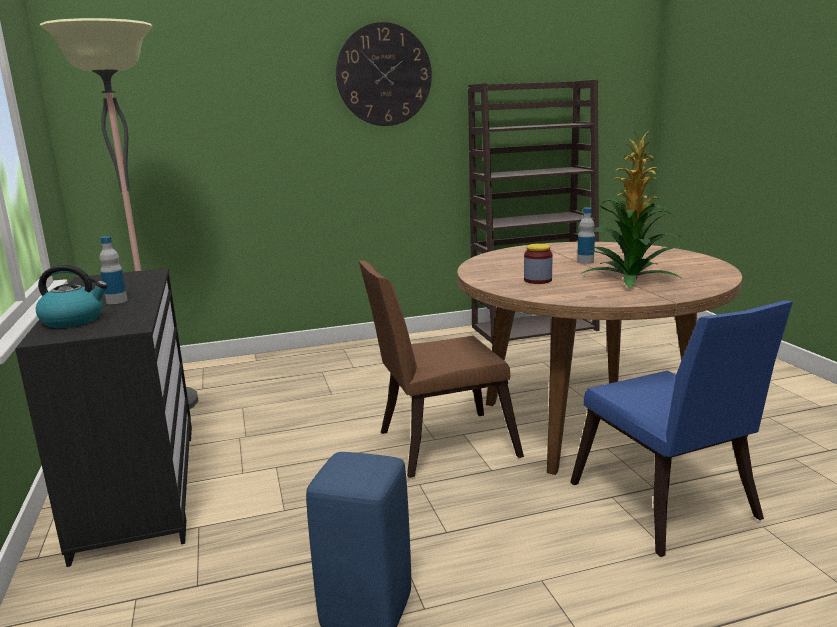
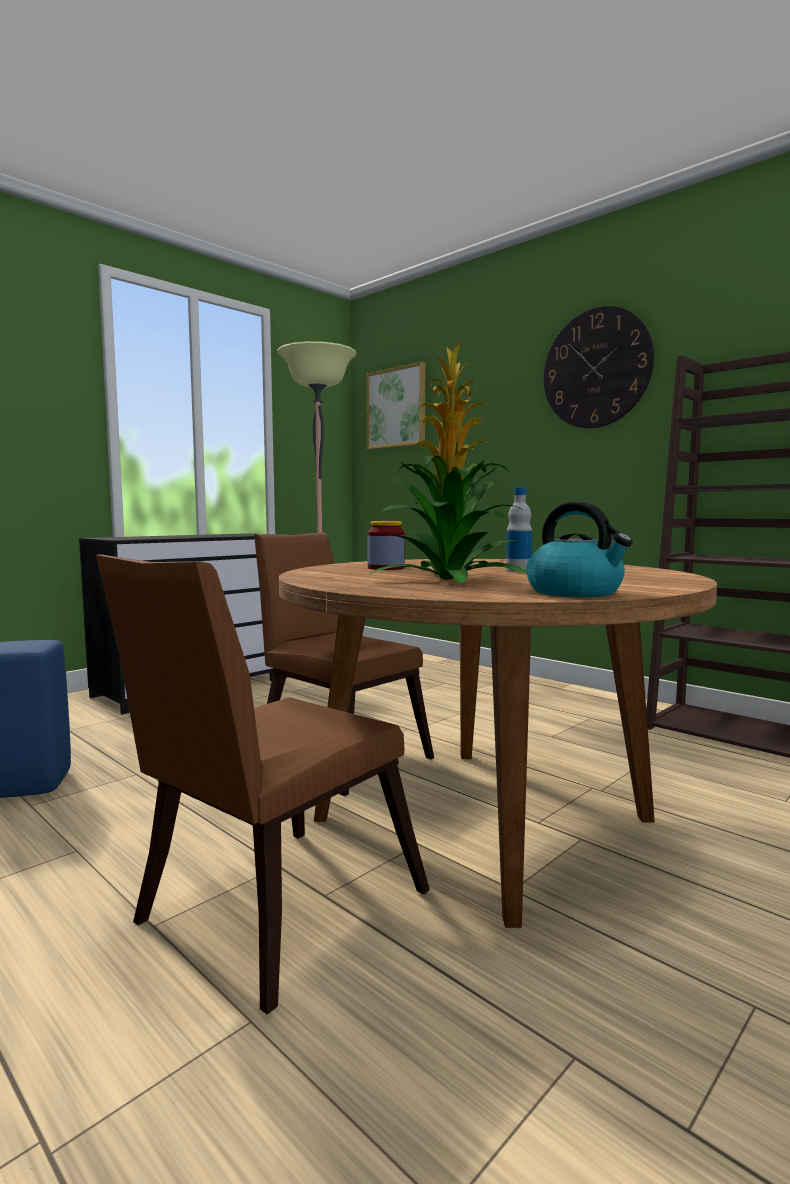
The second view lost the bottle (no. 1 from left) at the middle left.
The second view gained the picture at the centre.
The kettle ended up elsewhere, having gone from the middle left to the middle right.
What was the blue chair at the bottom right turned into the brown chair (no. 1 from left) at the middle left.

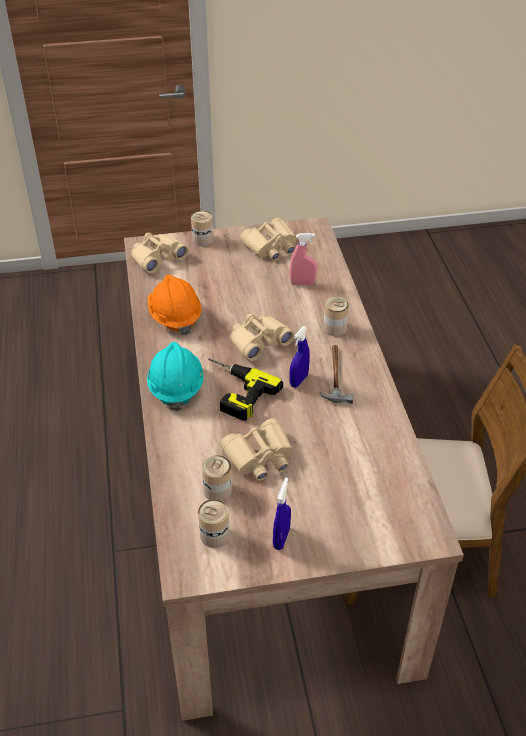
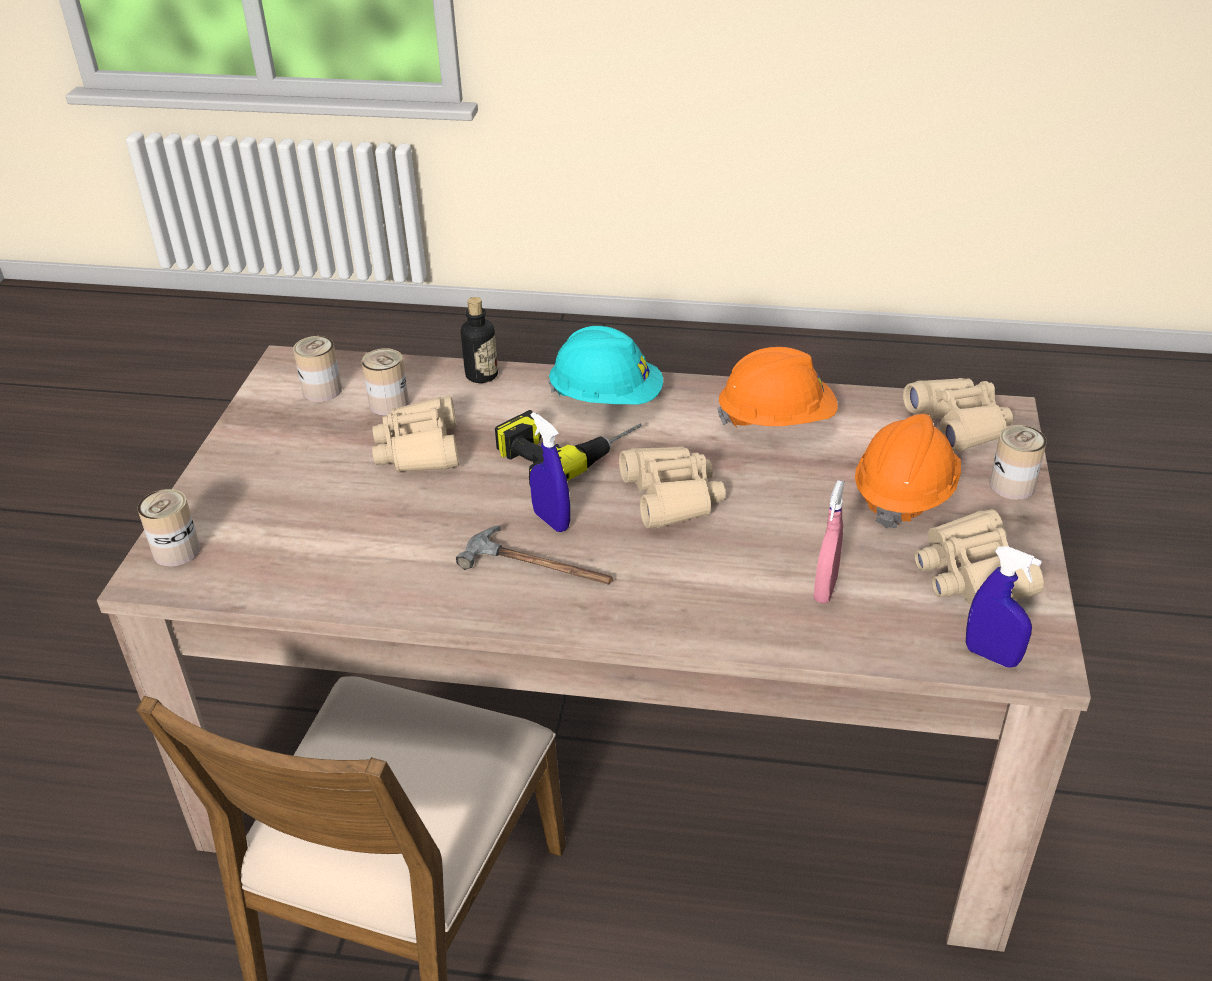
The second view gained the bottle at the centre.
The second view gained the orange hard hat (no. 2 from left) at the middle right.
The blue spray bottle (no. 1 from left in the first image) ended up elsewhere, having gone from the bottom centre to the middle right.
The can (no. 4 from left in the first image) ended up elsewhere, having gone from the centre to the middle left.

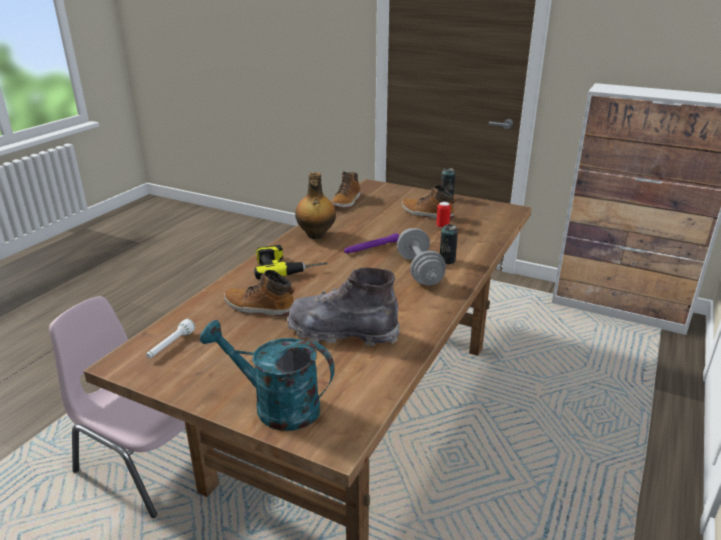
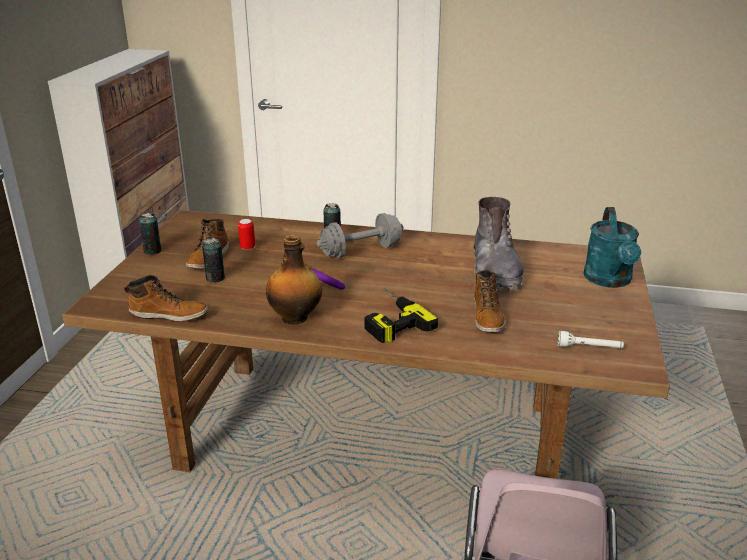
The second view gained the can (no. 2 from left) at the middle left.

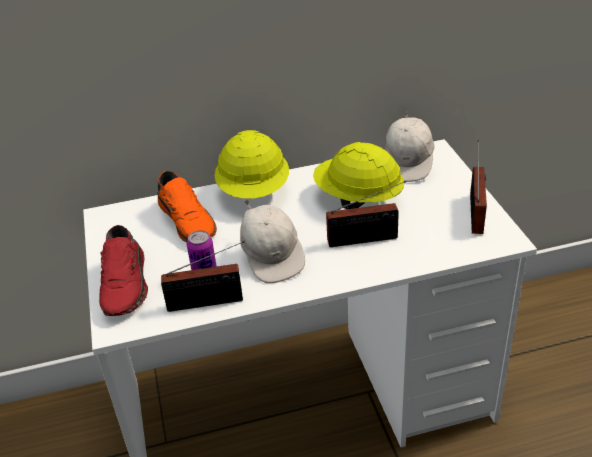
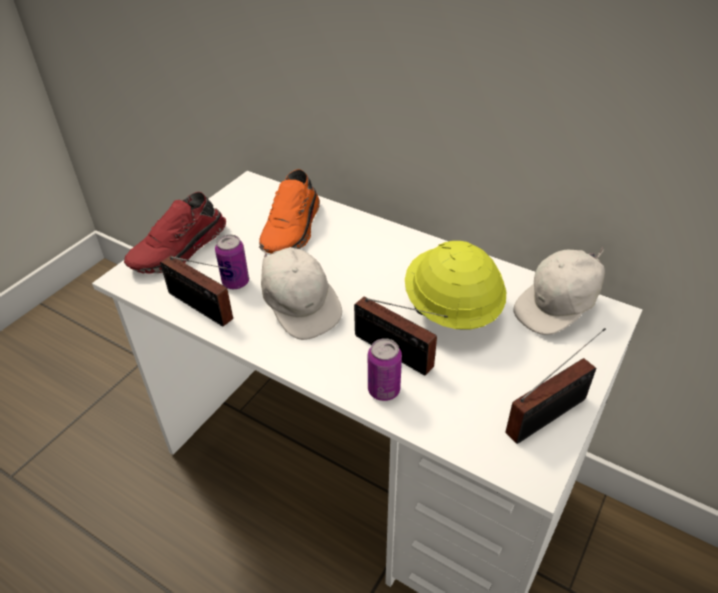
The second view lost the yellow hard hat (no. 1 from left) at the centre.
The second view gained the can (no. 2 from left) at the centre.
The white cap (no. 1 from left) at the centre ended up facing another way, 60 degrees counterclockwise from before.

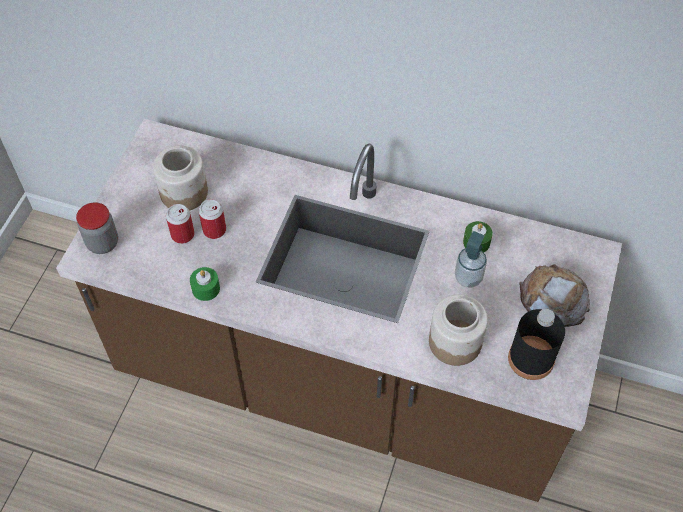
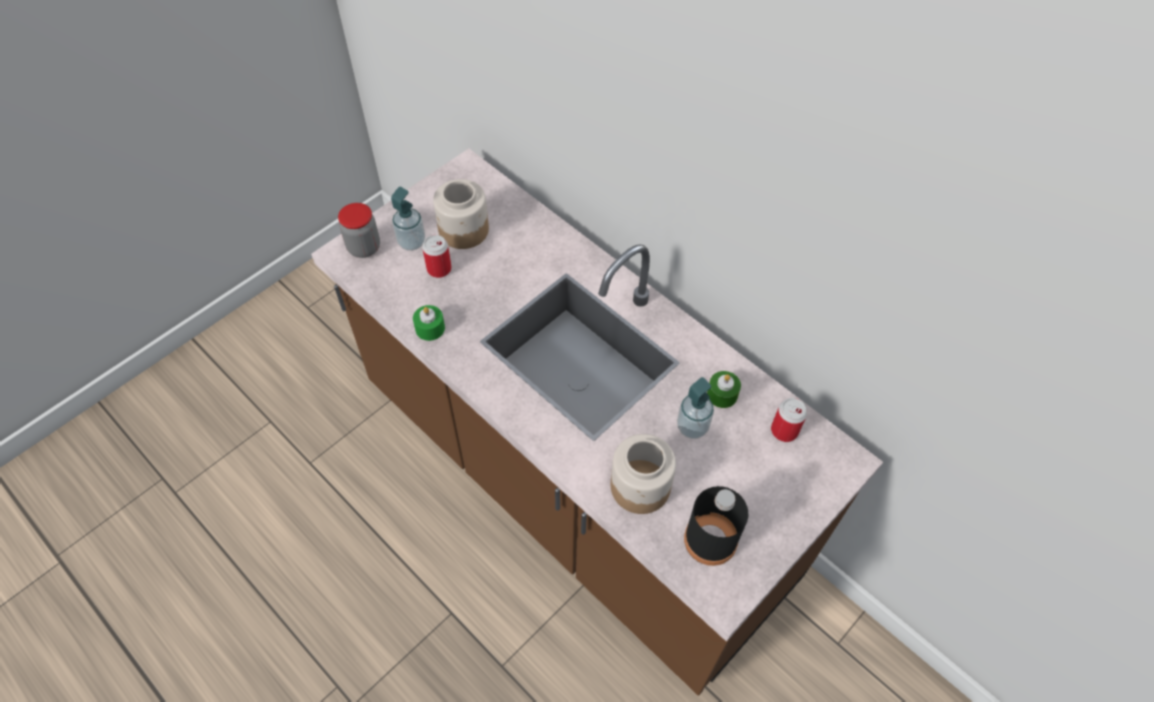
The second view lost the bread at the middle right.
The second view gained the soap dispenser (no. 1 from left) at the top centre.
The can (no. 2 from left) ended up elsewhere, having gone from the middle left to the middle right.

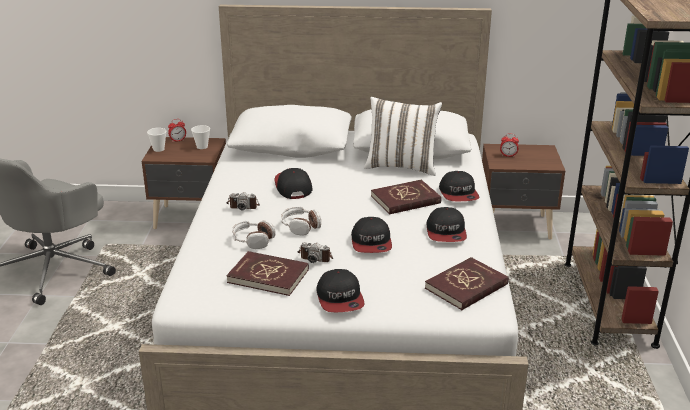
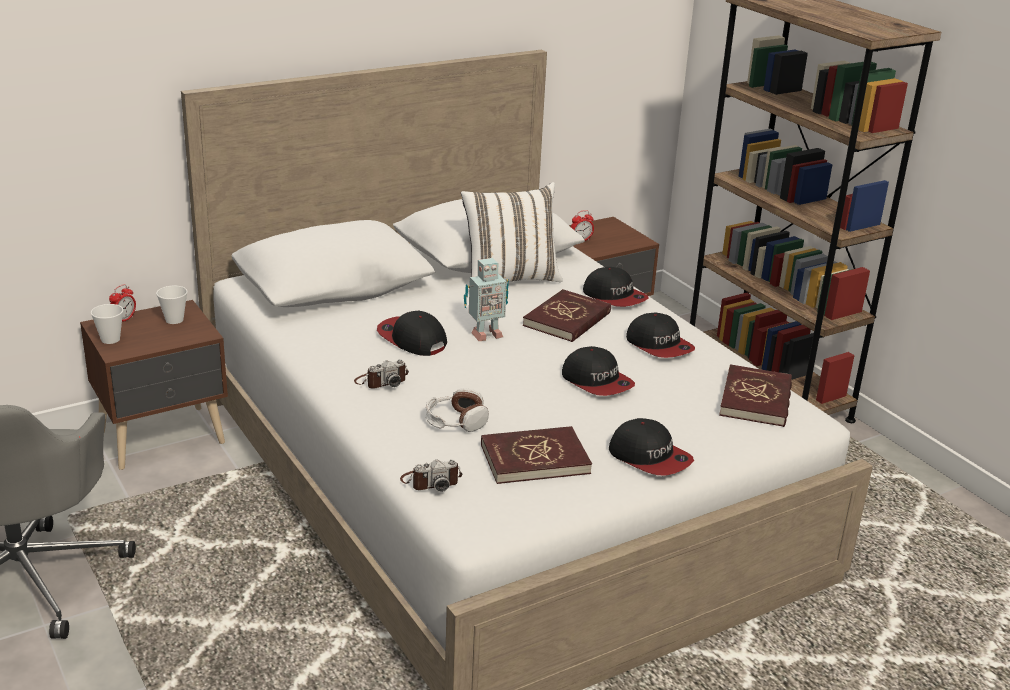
The second view lost the headphones (no. 2 from left) at the centre.
The second view gained the toy robot at the centre.
The photo camera (no. 2 from left) ended up elsewhere, having gone from the centre to the bottom centre.

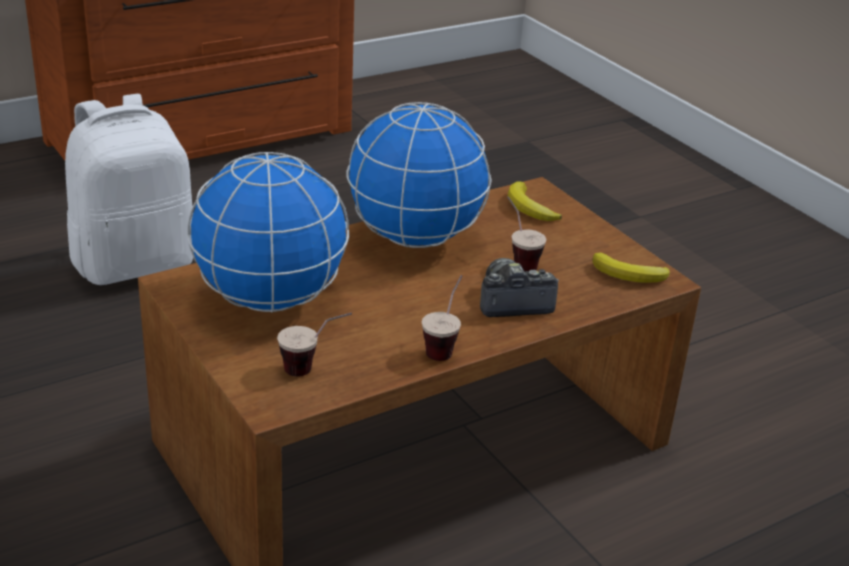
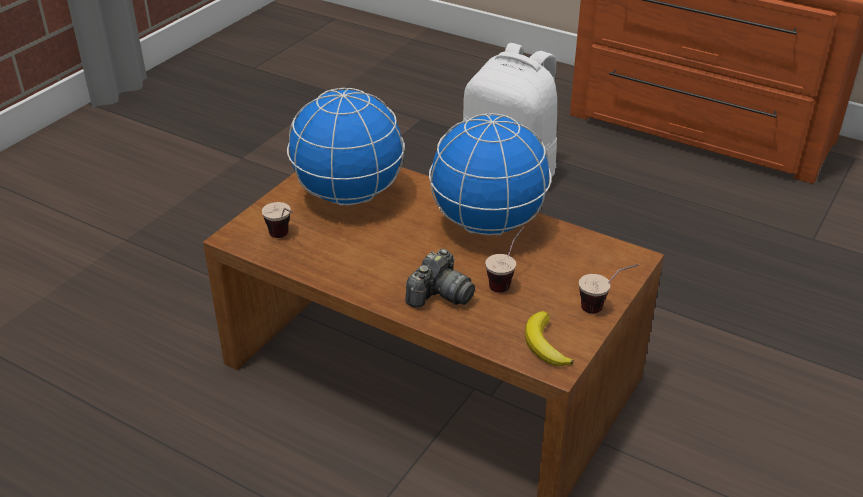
The second view lost the banana (no. 1 from left) at the centre.
The cup (no. 2 from left in the first image) ended up elsewhere, having gone from the centre to the middle right.
The photo camera at the centre ended up facing another way, 75 degrees clockwise from before.

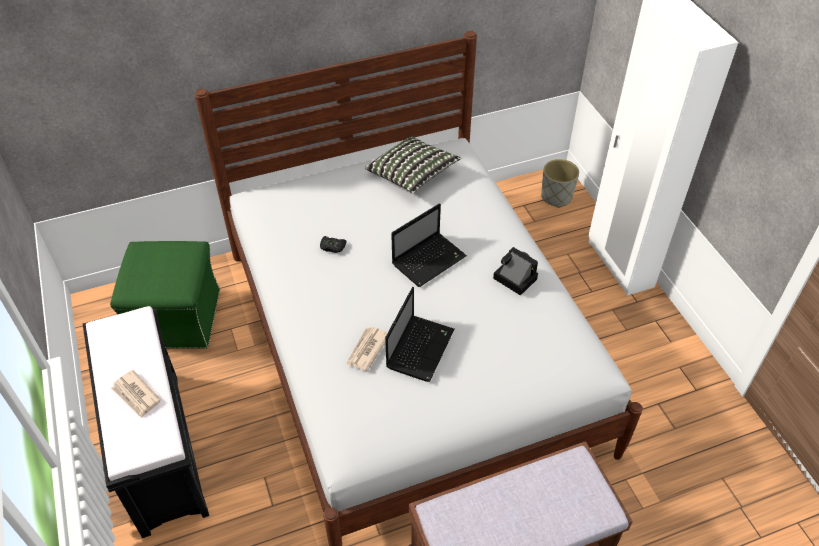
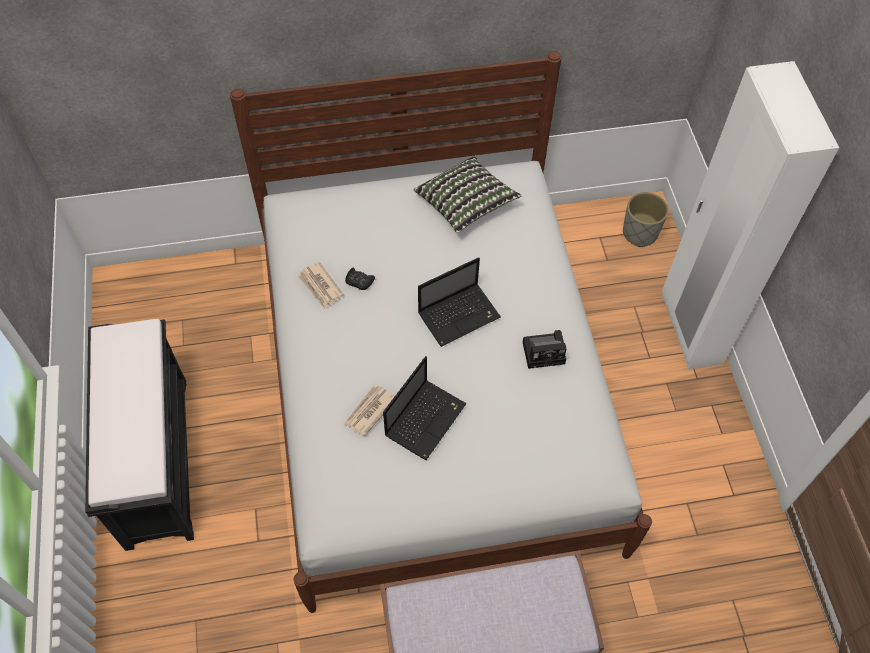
The second view lost the green ottoman at the middle left.
The newspaper (no. 1 from left) ended up elsewhere, having gone from the bottom left to the centre.
The photo camera at the centre ended up facing another way, 120 degrees clockwise from before.

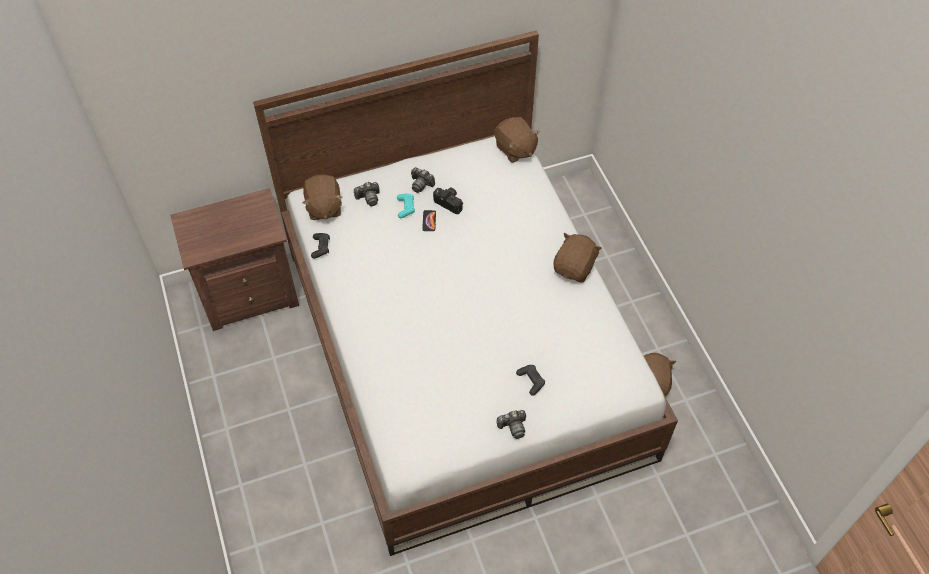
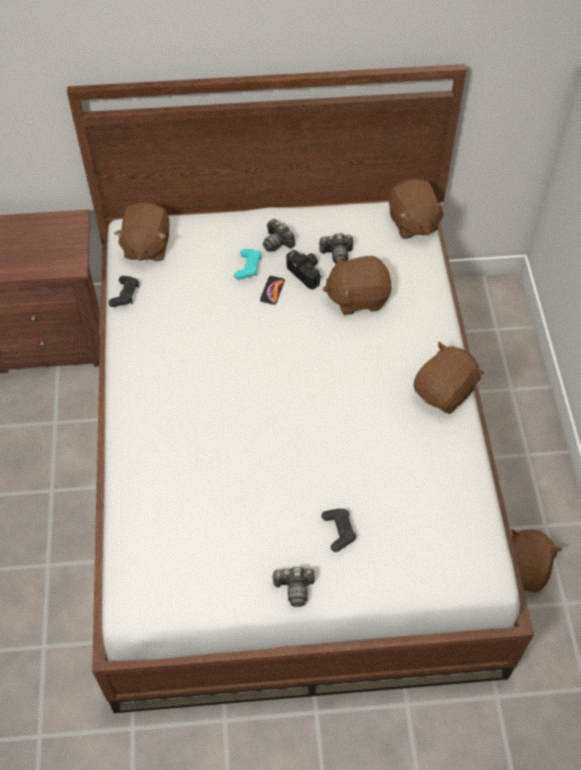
The second view gained the brown plush toy (no. 2 from left) at the centre.
The photo camera (no. 1 from left in the first image) ended up elsewhere, having gone from the centre to the top centre.

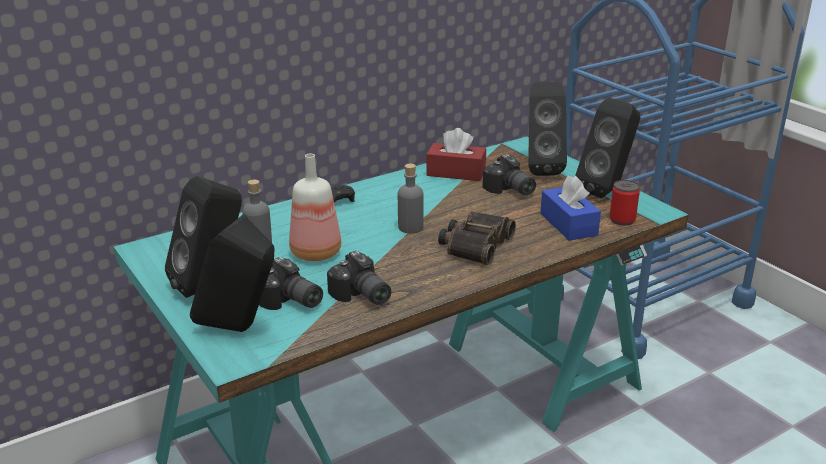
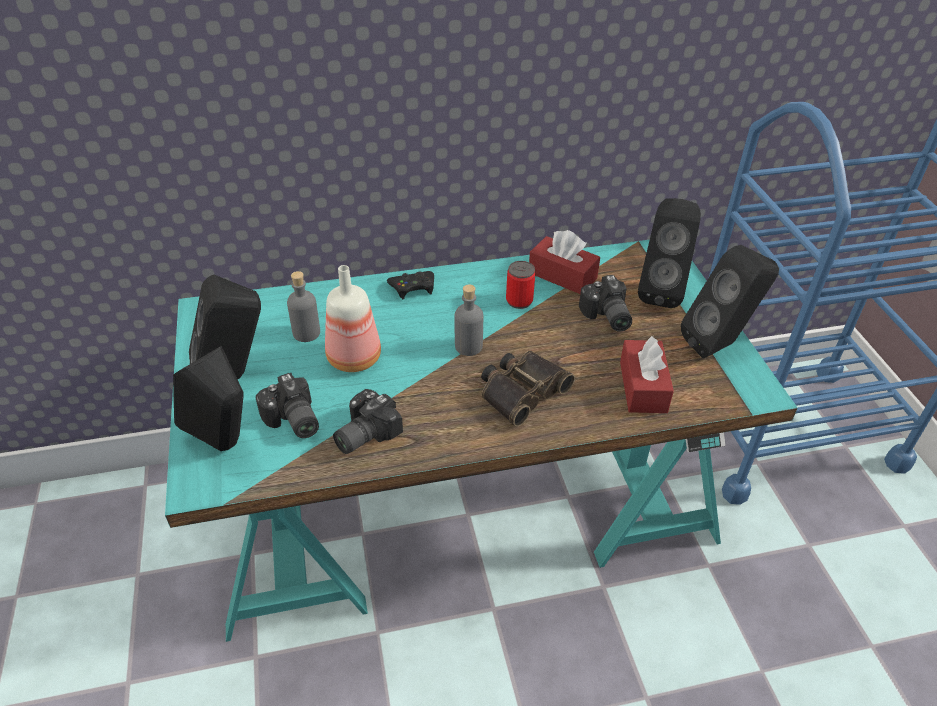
The can ended up elsewhere, having gone from the middle right to the centre.
What was the blue tissue box at the middle right turned into the red tissue box (no. 2 from left) at the middle right.
The photo camera (no. 2 from left) at the centre ended up facing another way, 60 degrees clockwise from before.

